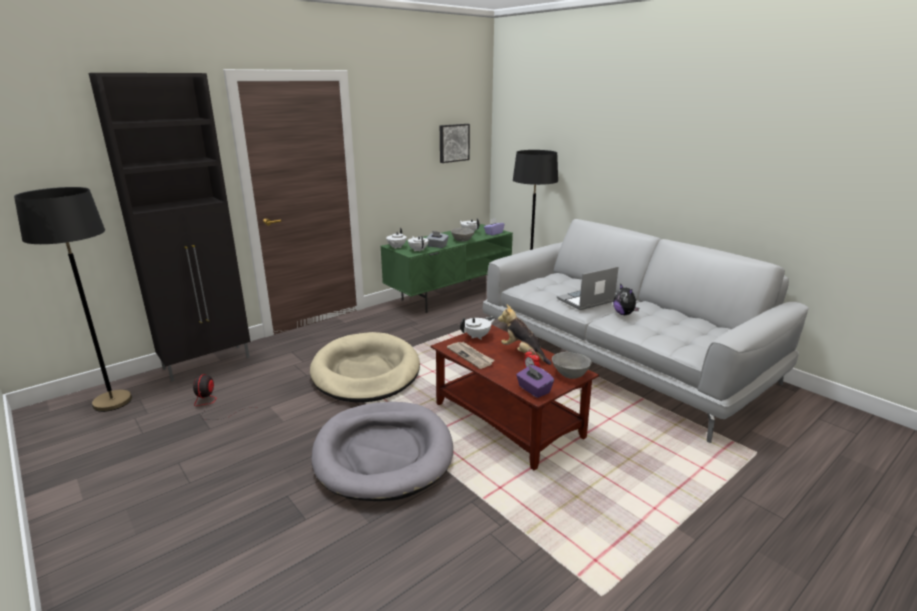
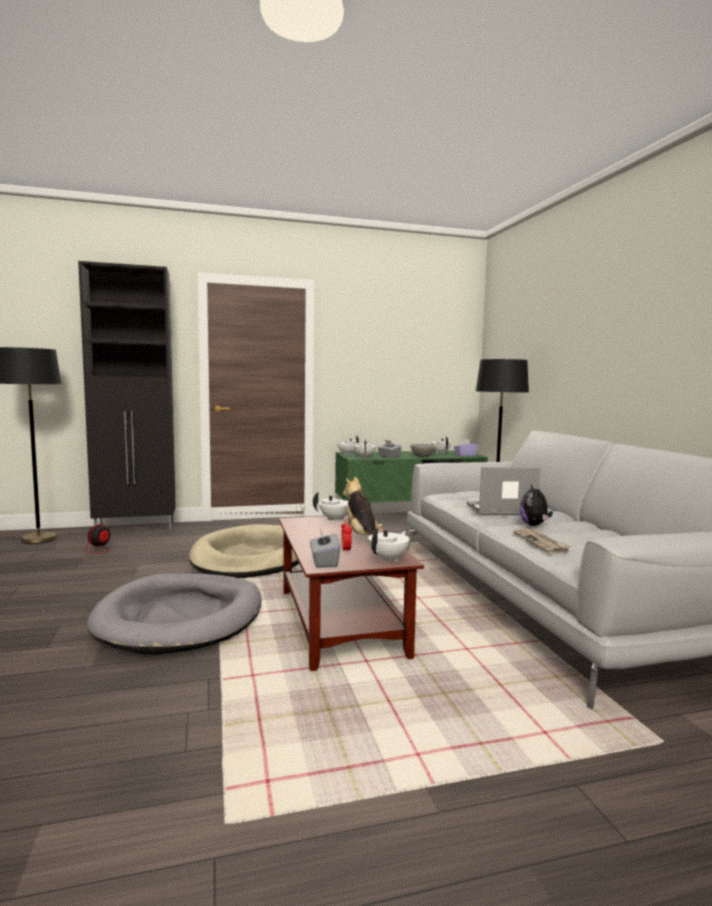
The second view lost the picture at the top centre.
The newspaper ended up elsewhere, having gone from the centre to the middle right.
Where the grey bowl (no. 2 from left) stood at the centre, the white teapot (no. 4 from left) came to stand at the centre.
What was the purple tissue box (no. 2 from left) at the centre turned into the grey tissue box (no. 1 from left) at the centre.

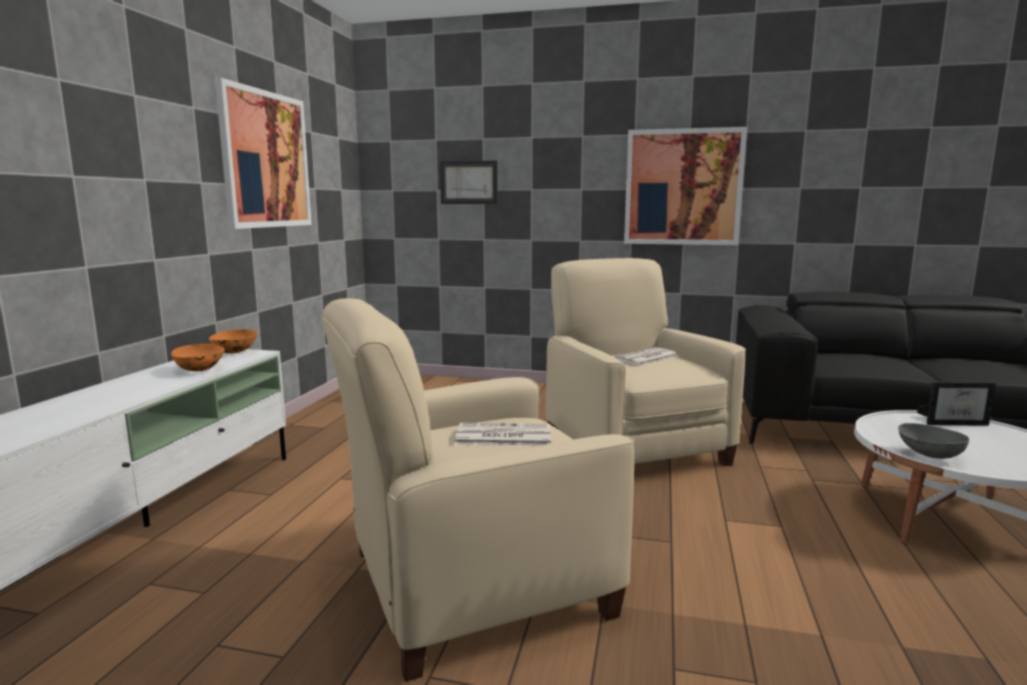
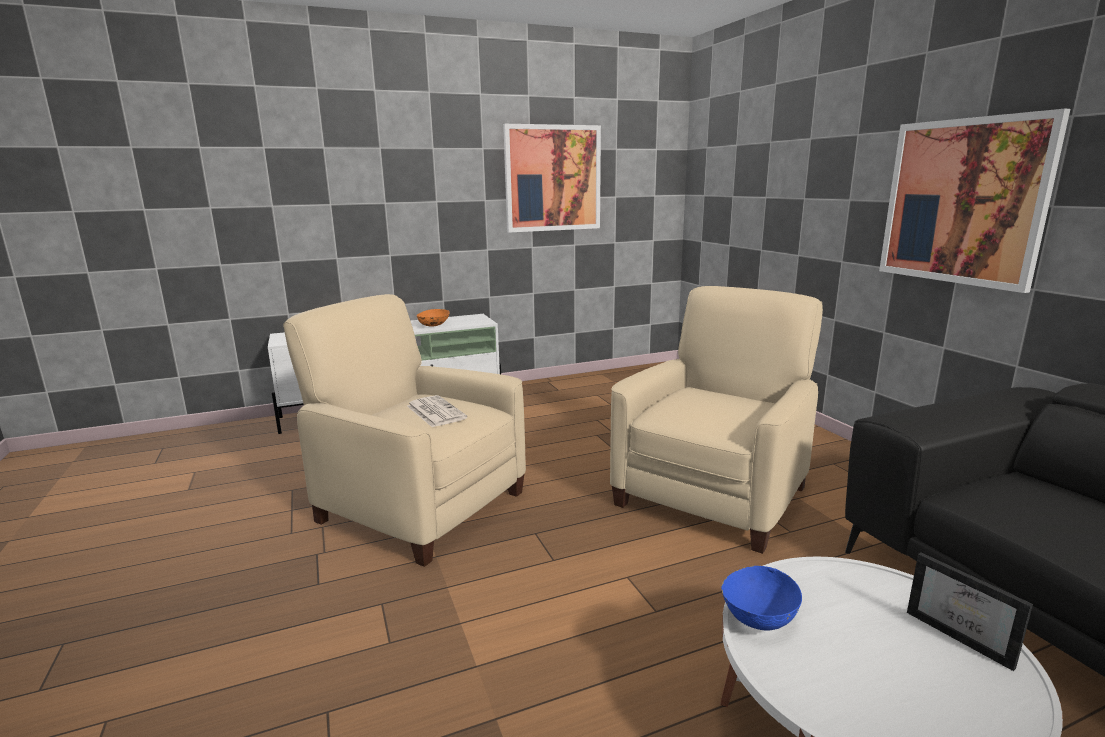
The second view lost the orange bowl (no. 2 from left) at the middle left.
The second view lost the picture (no. 2 from left) at the top centre.
The second view lost the newspaper (no. 2 from left) at the centre.
What was the grey bowl at the middle right turned into the blue bowl at the bottom right.

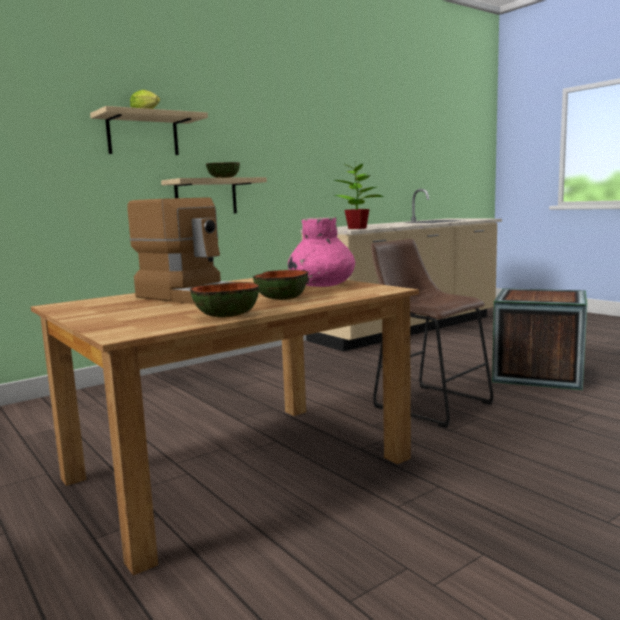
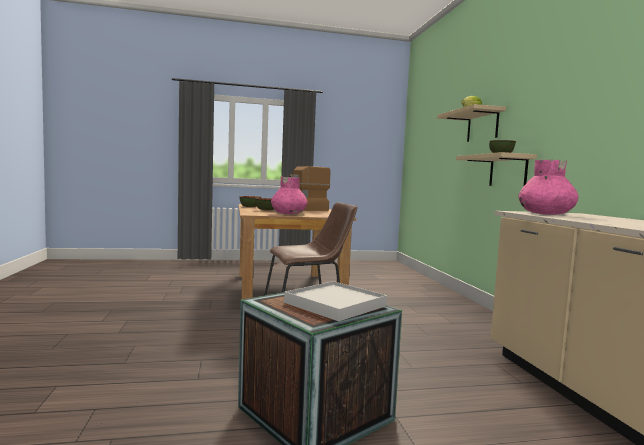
The second view gained the white tray at the bottom centre.
Where the potted plant stood at the top centre, the pink vase (no. 2 from left) came to stand at the middle right.

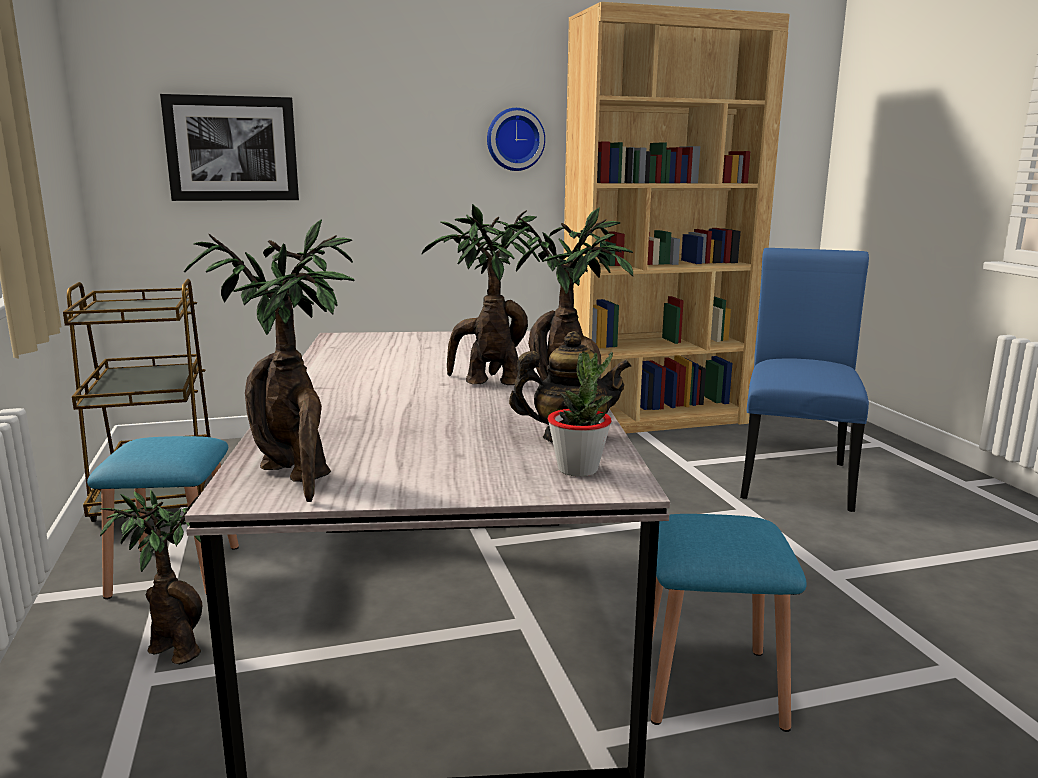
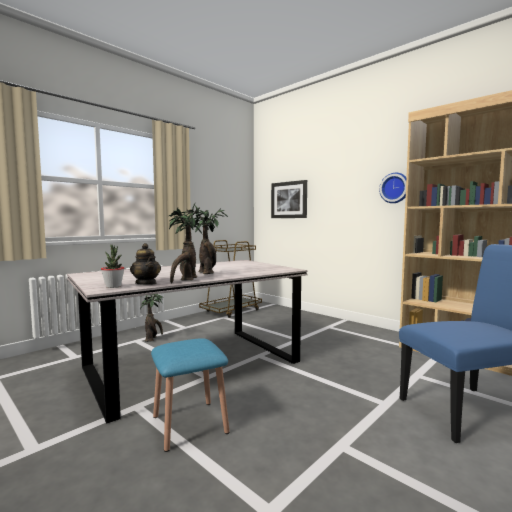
The second view lost the blue stool (no. 1 from left) at the middle left.
The second view lost the potted plant (no. 2 from left) at the middle left.

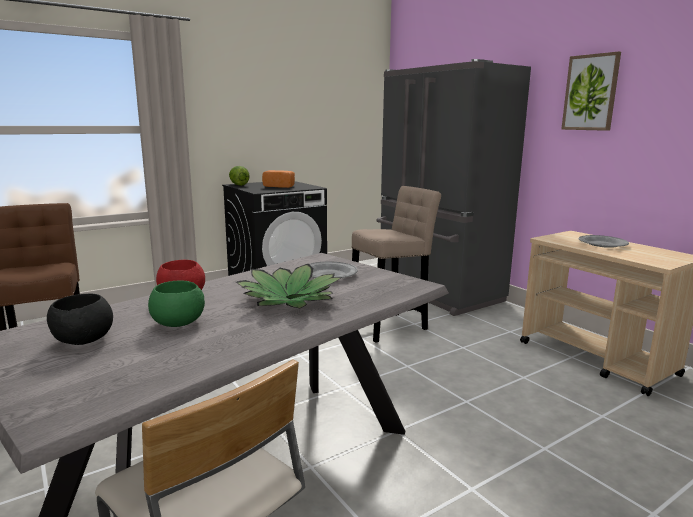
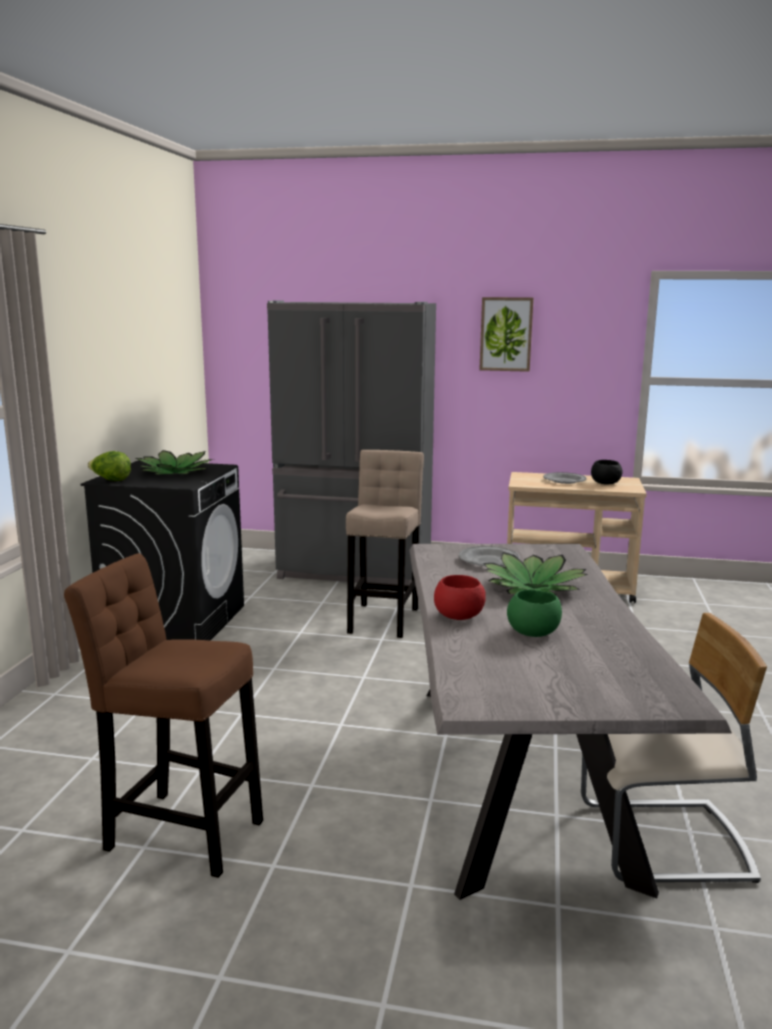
The black bowl ended up elsewhere, having gone from the middle left to the middle right.
Where the bread stood at the centre, the potted plant (no. 1 from left) came to stand at the middle left.

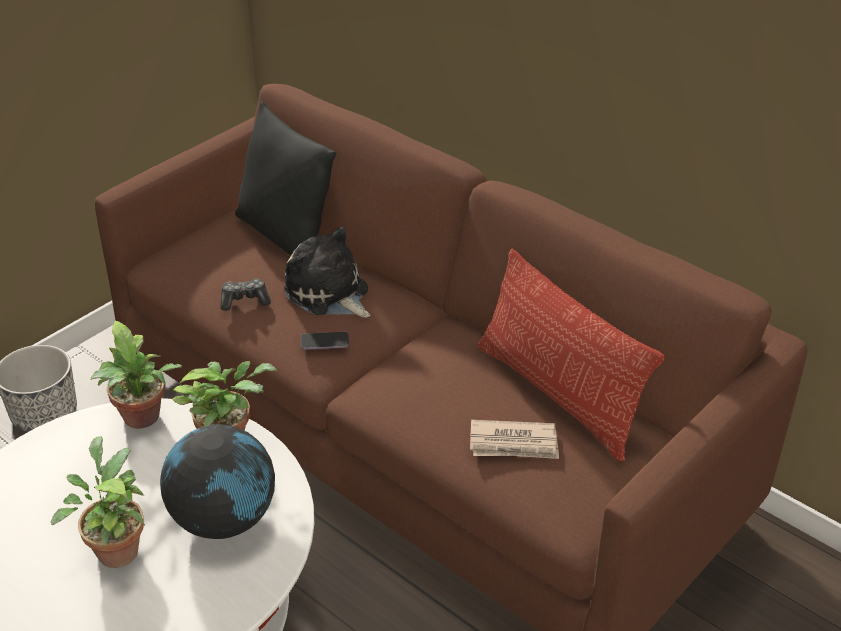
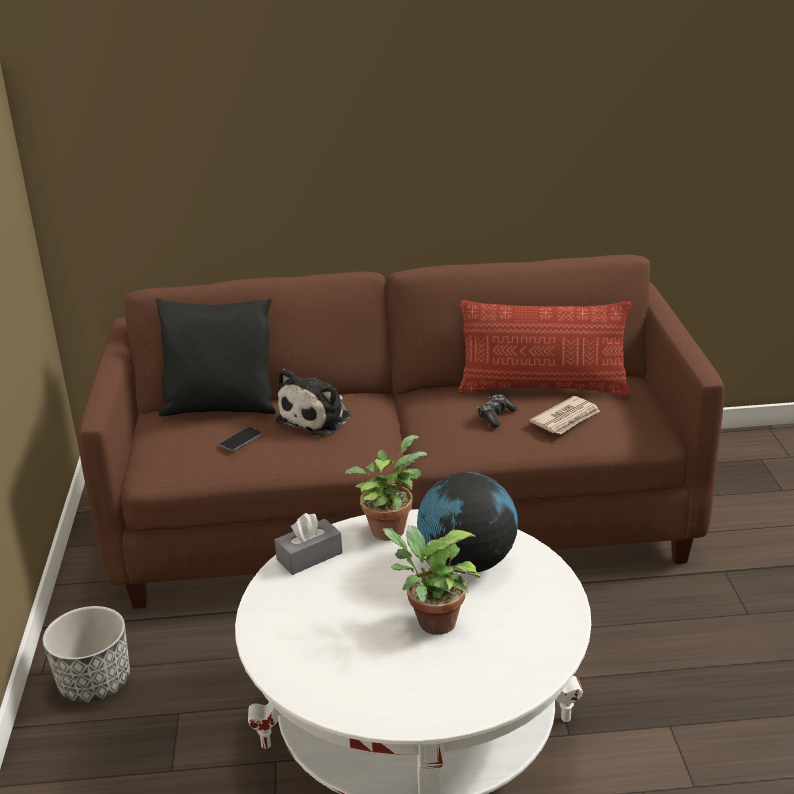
The game controller ended up elsewhere, having gone from the middle left to the centre.
The phone ended up elsewhere, having gone from the centre to the middle left.
Where the potted plant (no. 2 from left) stood at the middle left, the grey tissue box came to stand at the bottom centre.
The plush toy at the centre ended up facing another way, 60 degrees counterclockwise from before.

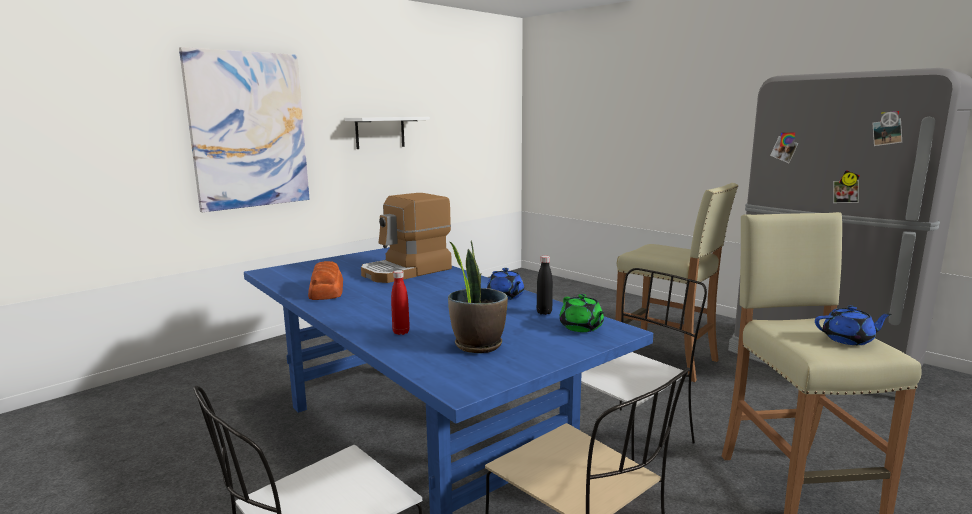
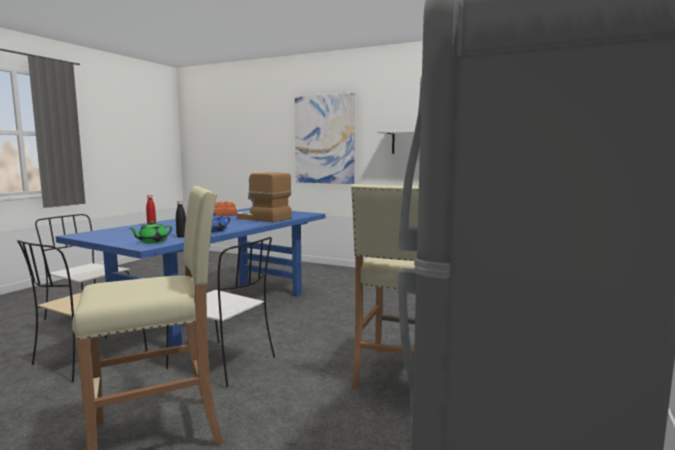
The second view lost the potted plant at the centre.
The second view lost the blue teapot (no. 2 from left) at the middle right.

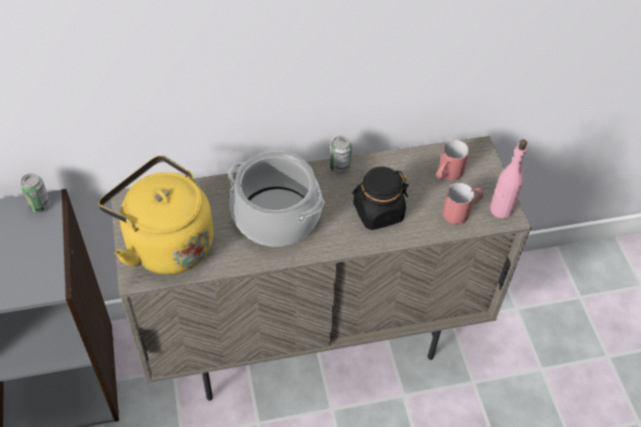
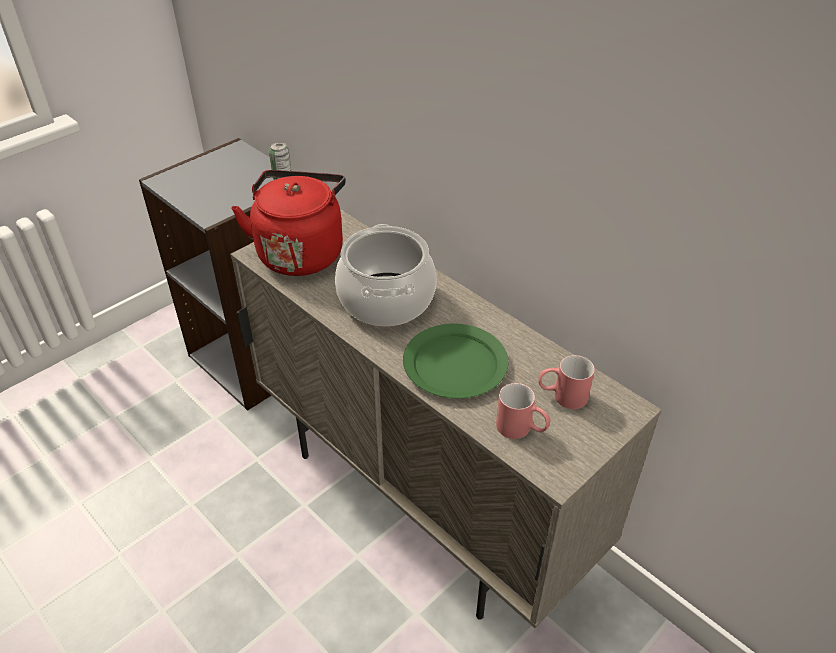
The second view lost the can (no. 2 from left) at the centre.
The second view lost the pink bottle at the middle right.
Where the black jar stood at the centre, the green plate came to stand at the centre.
What was the yellow kettle at the middle left turned into the red kettle at the centre.

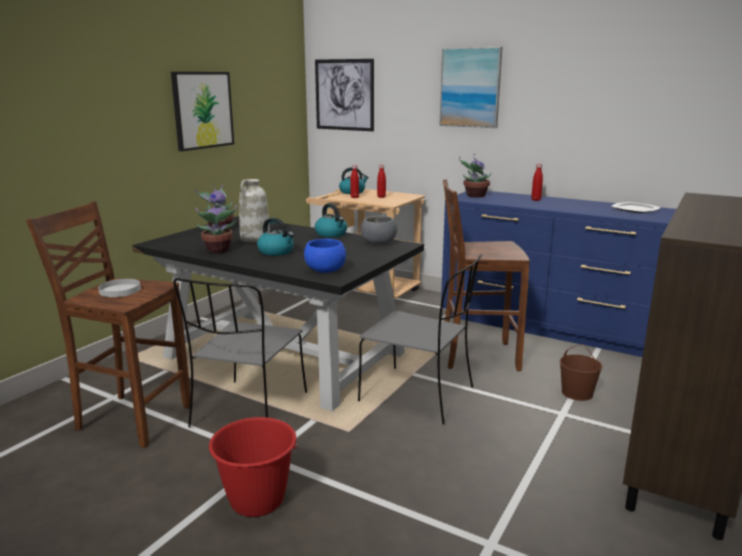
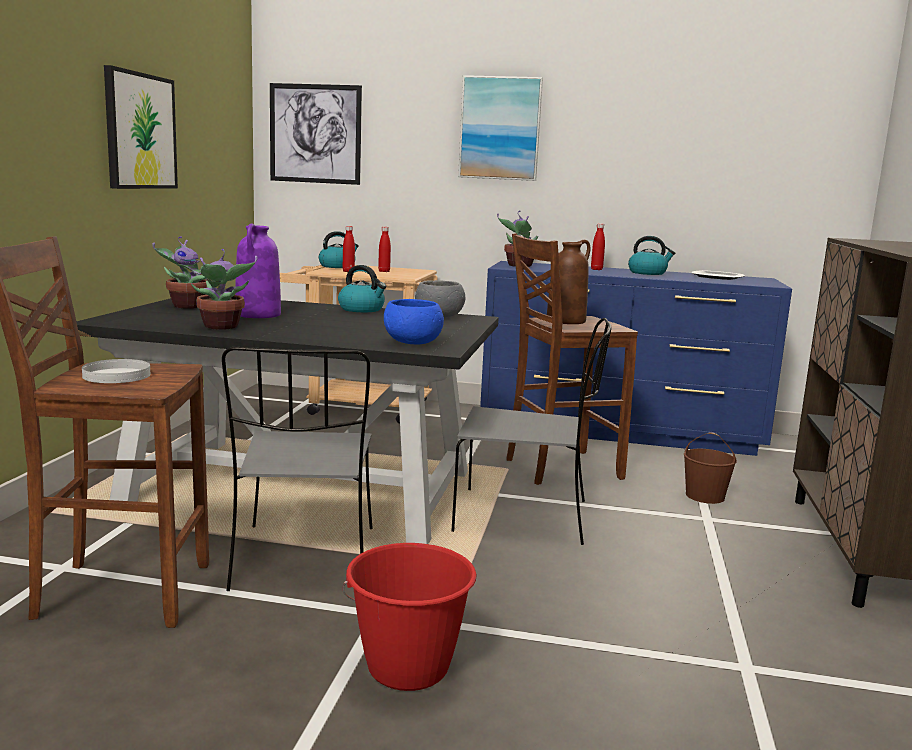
The second view gained the brown vase at the centre.
The kettle (no. 1 from left in the first image) ended up elsewhere, having gone from the centre to the middle right.
What was the white vase at the centre turned into the purple vase at the middle left.

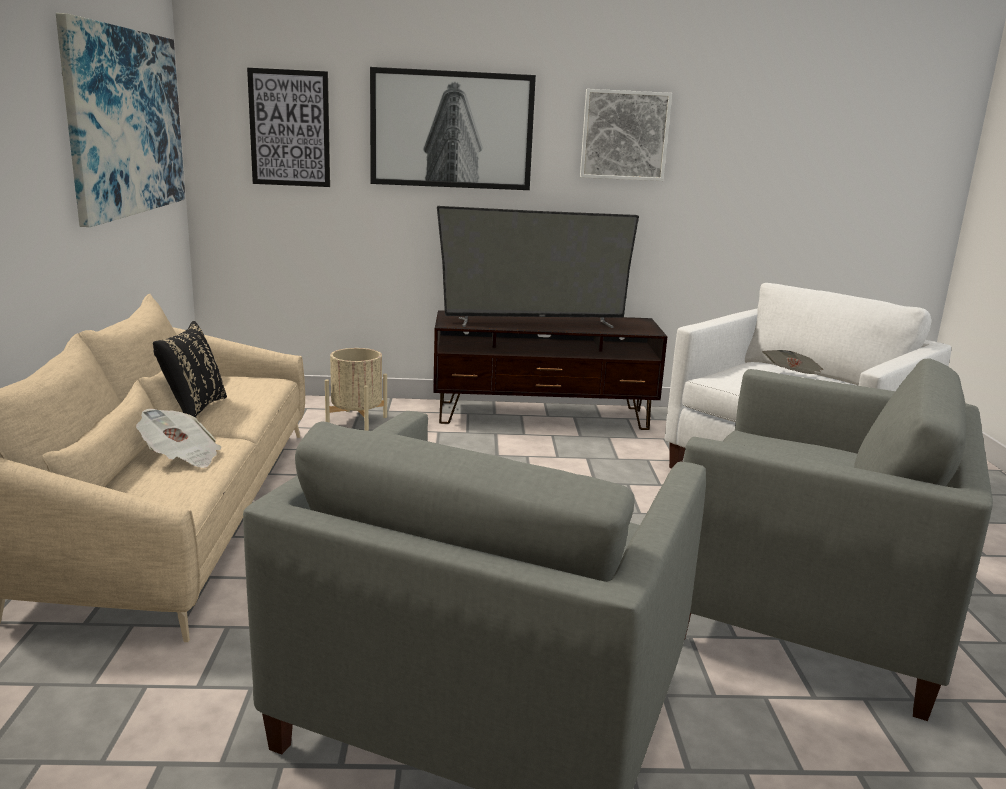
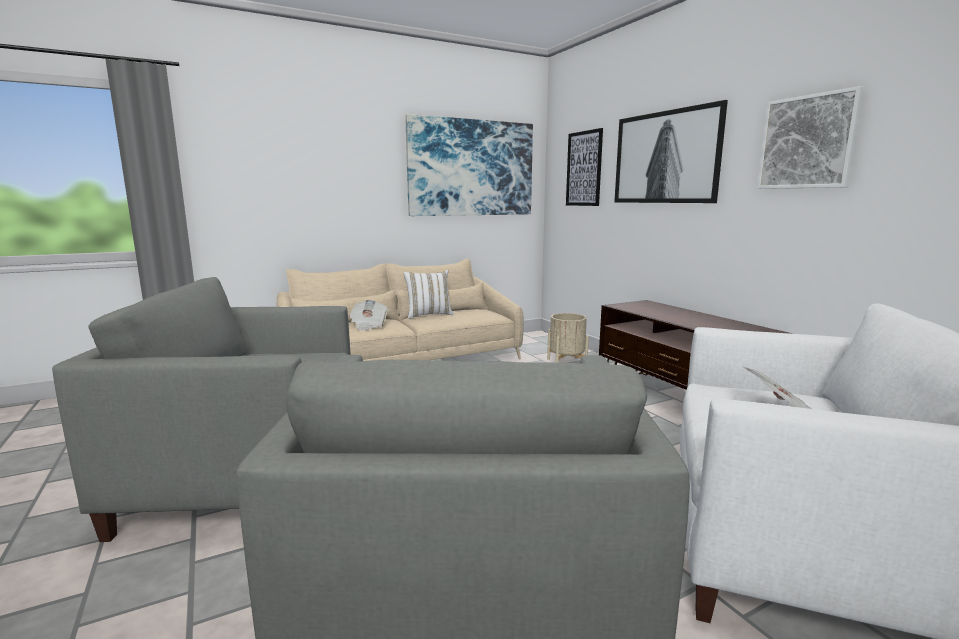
The second view lost the television at the centre.
What was the black pillow at the middle left turned into the white pillow at the centre.

